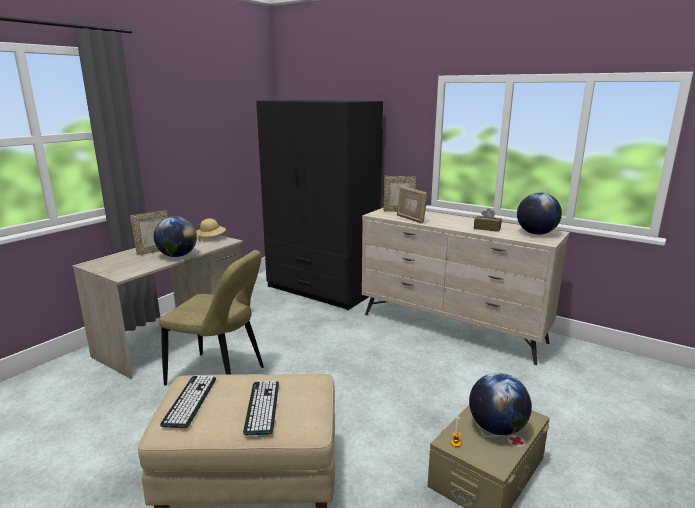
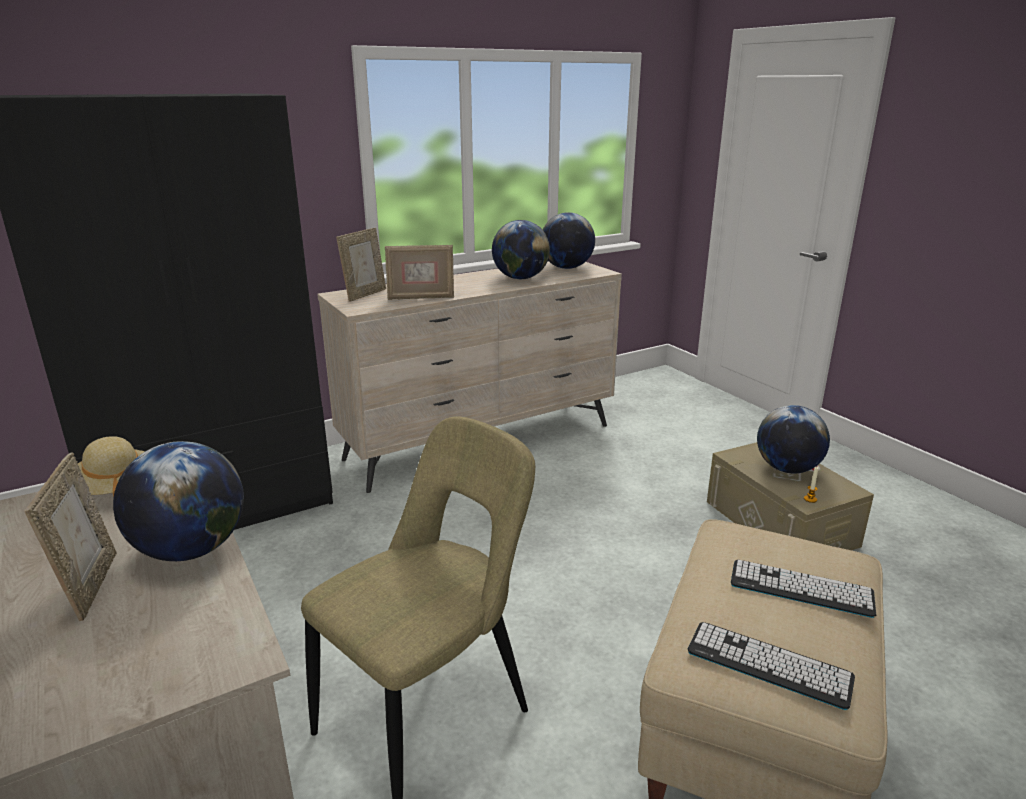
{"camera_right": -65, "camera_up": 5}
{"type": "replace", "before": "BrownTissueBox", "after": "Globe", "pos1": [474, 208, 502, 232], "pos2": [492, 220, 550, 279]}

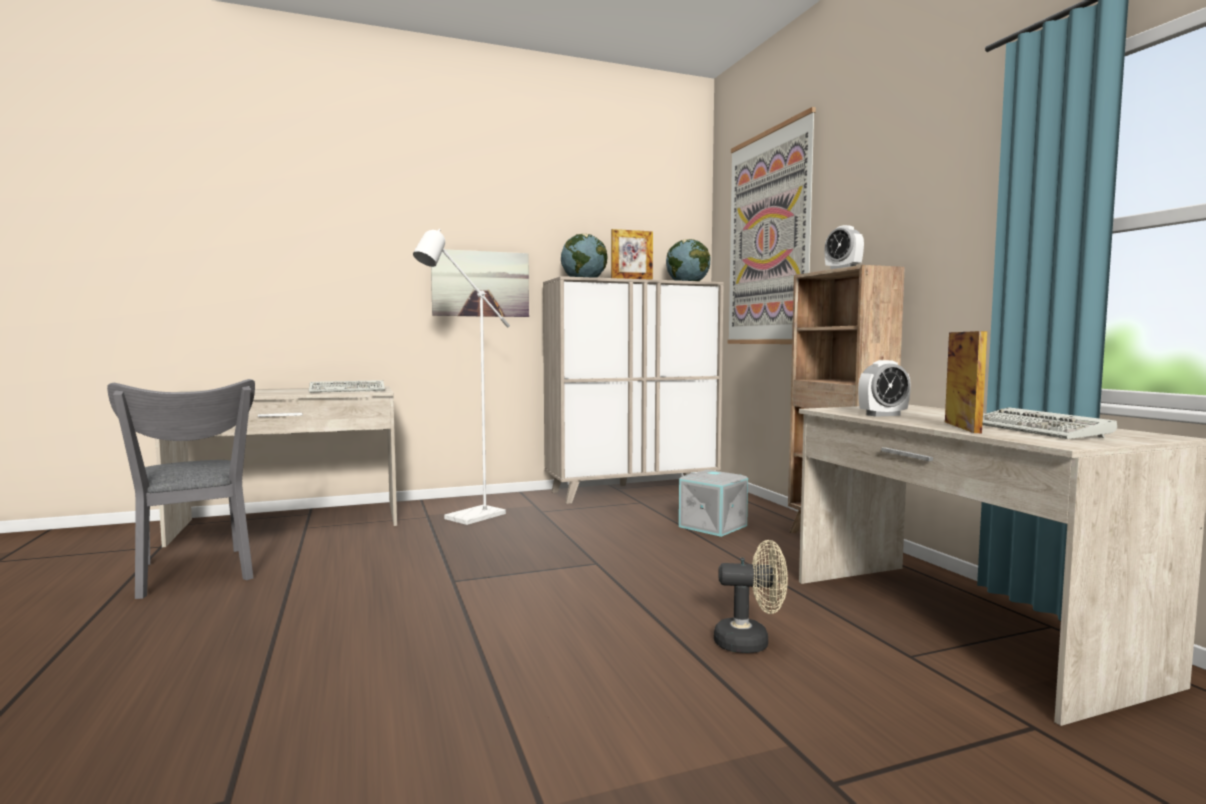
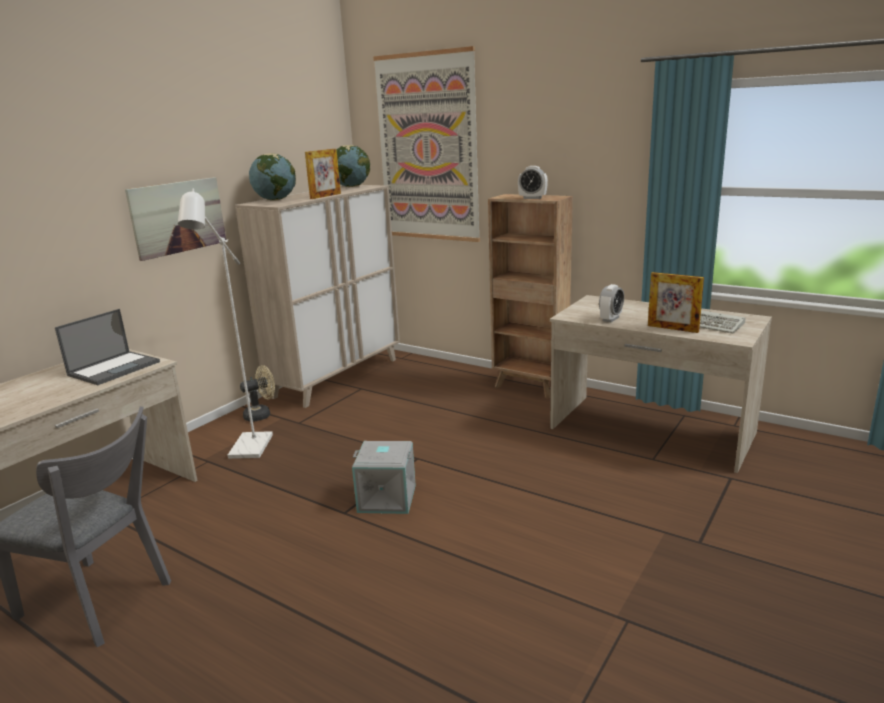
{"camera_right": -35, "camera_up": 15}
{"type": "rotate", "before": "PictureFrame", "pos1": [945, 331, 987, 433], "pos2": [648, 272, 704, 333], "turn": 150}
{"type": "replace", "before": "Keyboard", "after": "Laptop", "pos1": [309, 380, 385, 393], "pos2": [55, 309, 160, 385]}
{"type": "move", "before": "GreyStorageBox", "pos1": [679, 470, 748, 537], "pos2": [352, 441, 416, 514]}
{"type": "move", "before": "BeigeFan", "pos1": [714, 540, 788, 653], "pos2": [240, 365, 275, 422]}

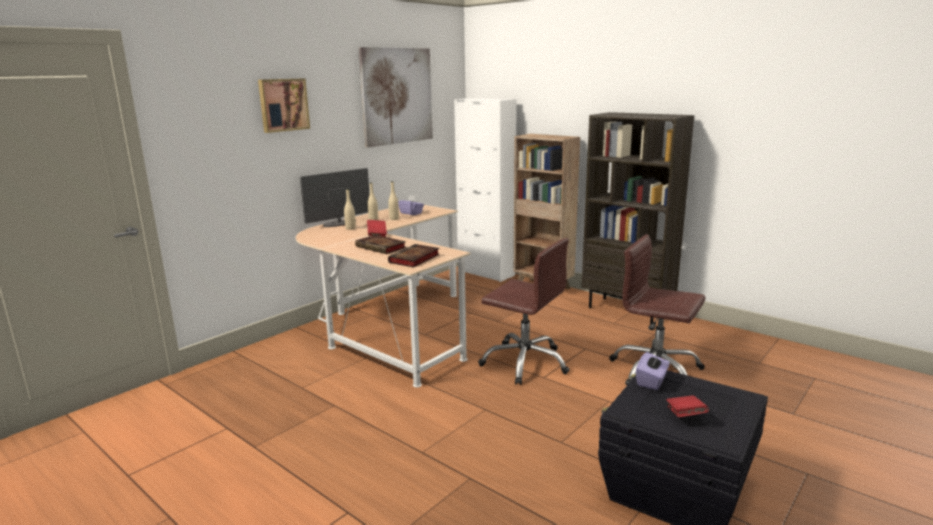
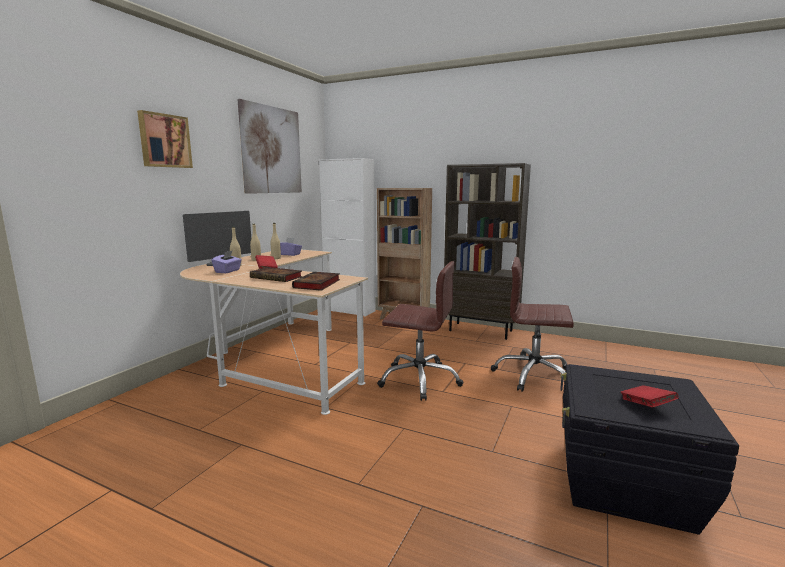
{"camera_right": -15, "camera_up": -5}
{"type": "move", "before": "PurpleTissueBox", "pos1": [636, 352, 670, 390], "pos2": [211, 250, 242, 273]}

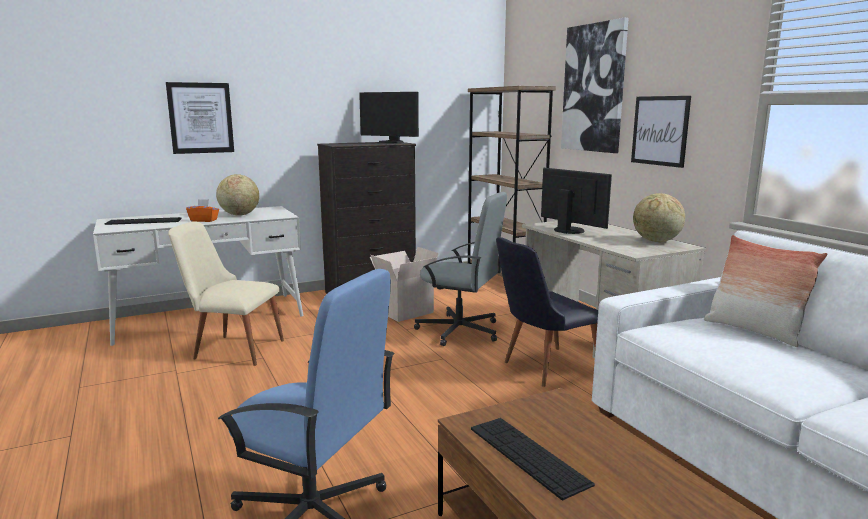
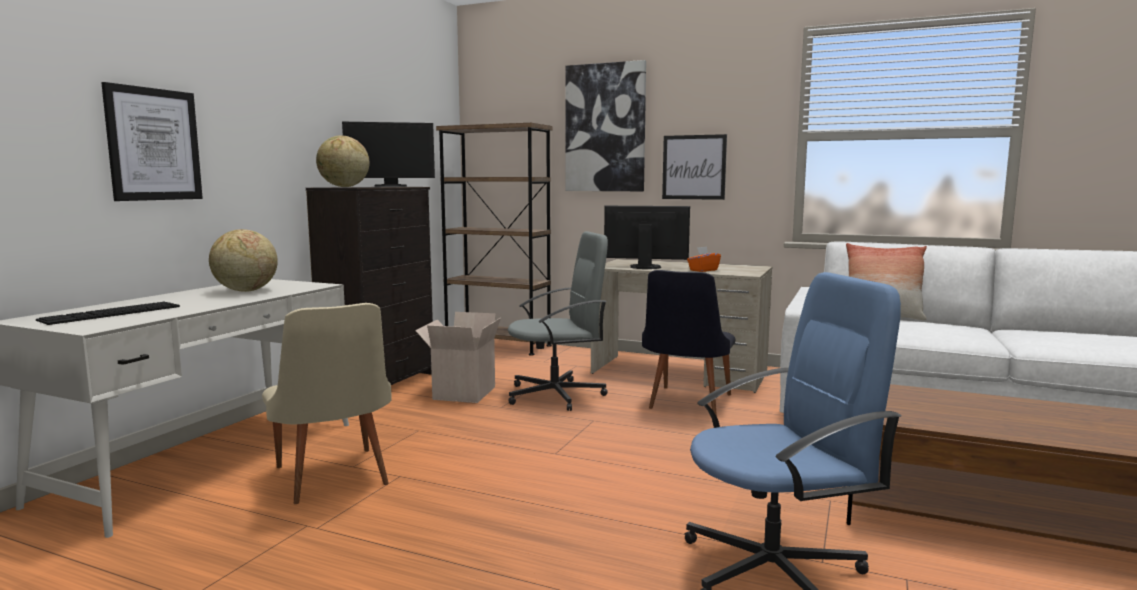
{"camera_right": -40, "camera_up": -5}
{"type": "move", "before": "Globe", "pos1": [633, 193, 685, 242], "pos2": [316, 135, 370, 187]}
{"type": "move", "before": "OrangeTissueBox", "pos1": [186, 199, 219, 222], "pos2": [687, 246, 721, 272]}
{"type": "rotate", "before": "BeigeChair", "pos1": [168, 221, 284, 366], "pos2": [262, 303, 391, 504], "turn": -90}
{"type": "delete", "before": "Keyboard", "pos1": [471, 418, 595, 500]}

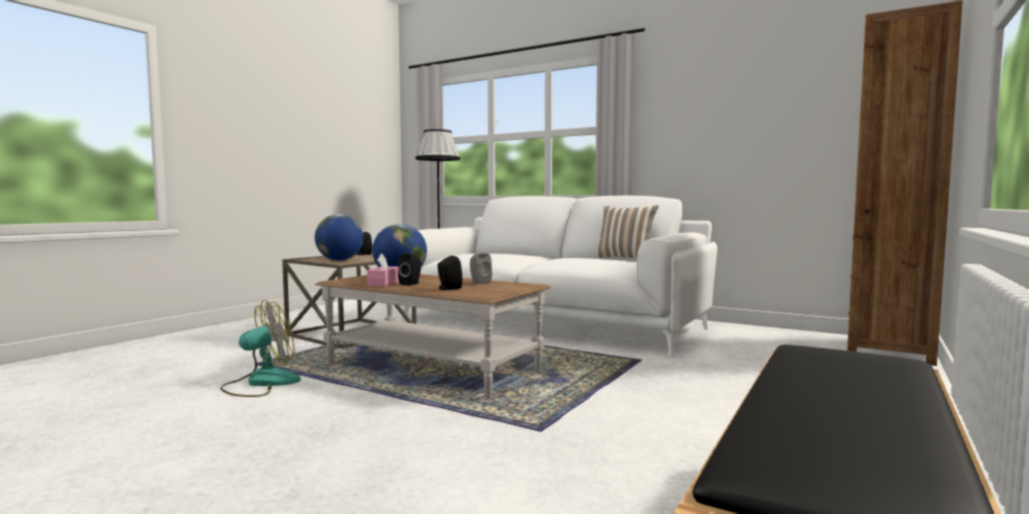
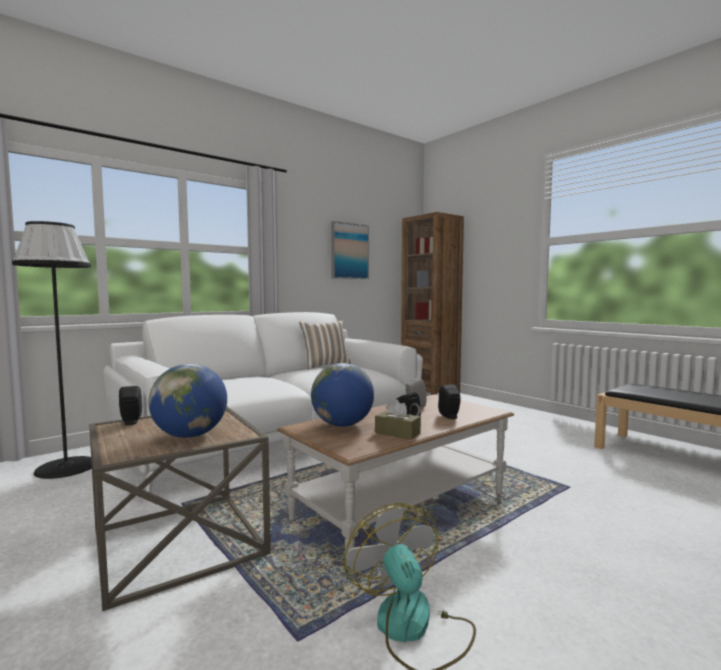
{"camera_right": -70, "camera_up": 0}
{"type": "recolor", "before": "PinkTissueBox", "after": "BrownTissueBox", "pos1": [367, 254, 399, 287], "pos2": [375, 399, 421, 440]}
{"type": "insert", "after": "Picture", "pos2": [331, 221, 369, 279]}

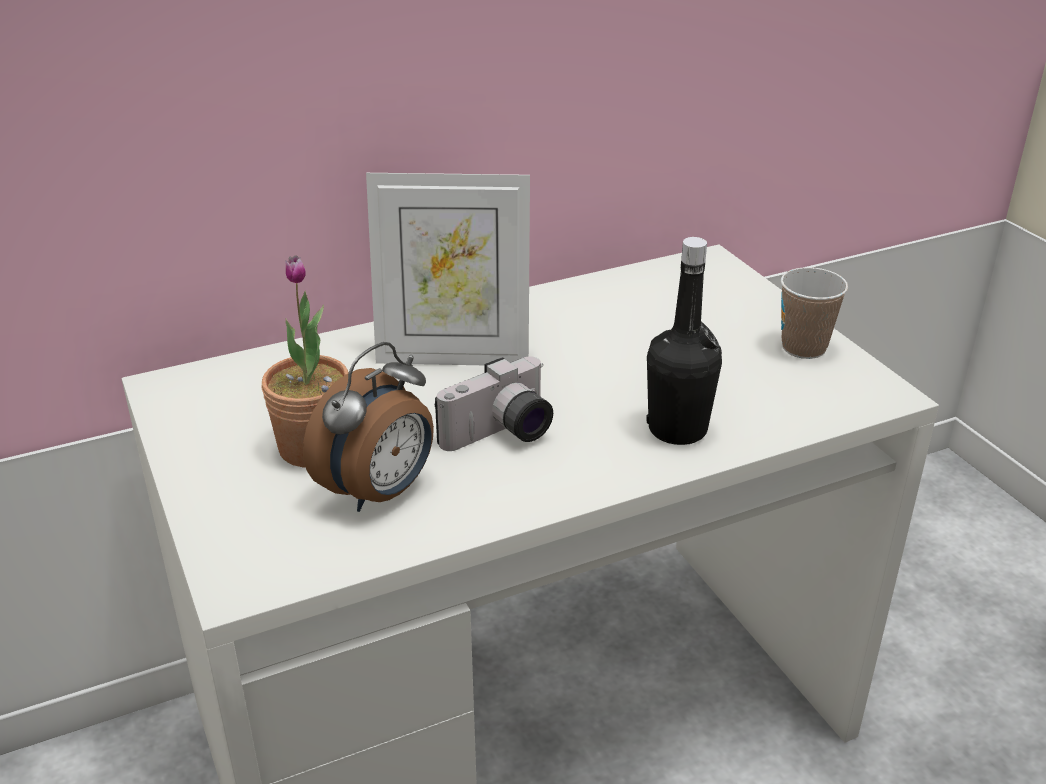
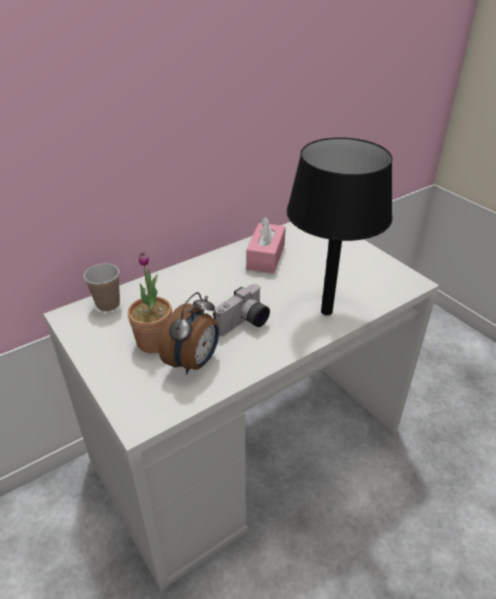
{"camera_right": -10, "camera_up": 5}
{"type": "delete", "before": "PictureFrame", "pos1": [366, 173, 530, 365]}
{"type": "replace", "before": "BlackBottle", "after": "BlackTableLamp", "pos1": [646, 237, 722, 445], "pos2": [287, 137, 393, 315]}
{"type": "move", "before": "Cup", "pos1": [781, 267, 848, 359], "pos2": [84, 263, 120, 312]}
{"type": "insert", "after": "PinkTissueBox", "pos2": [246, 216, 286, 274]}

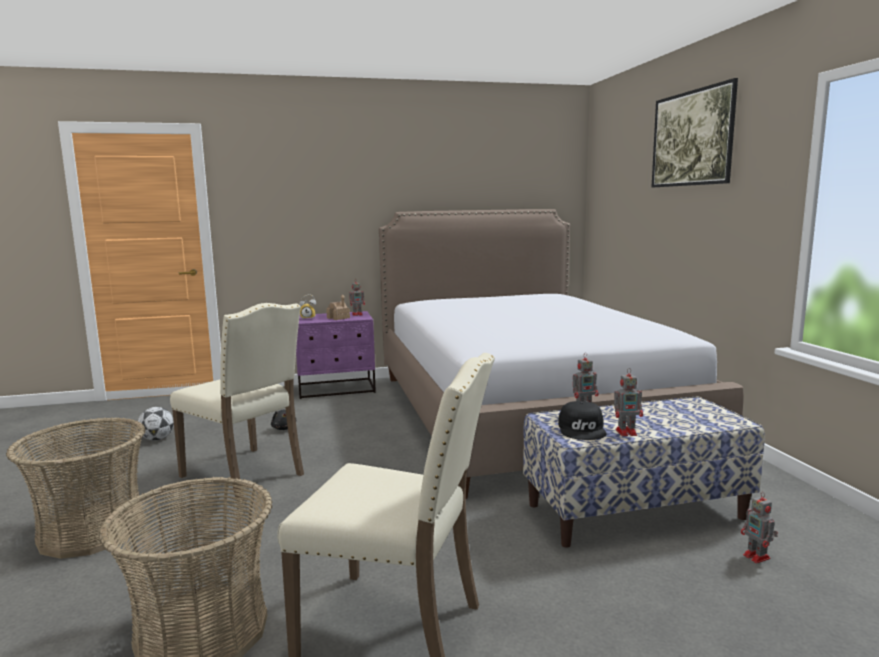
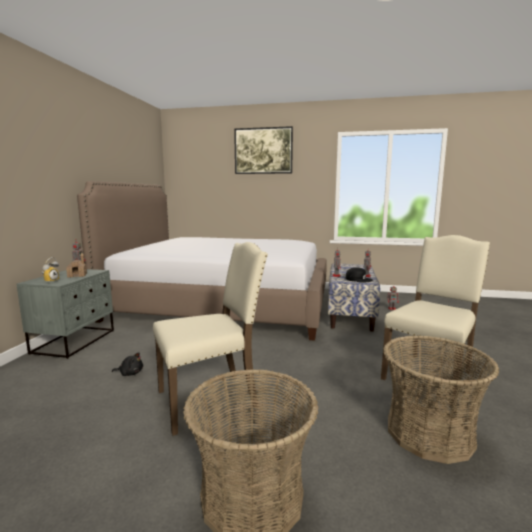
{"camera_right": -65, "camera_up": 0}
{"type": "recolor", "before": "PurpleNightstand", "after": "GreyNightstand", "pos1": [296, 311, 376, 399], "pos2": [16, 269, 114, 359]}
{"type": "delete", "before": "Football", "pos1": [137, 407, 174, 441]}

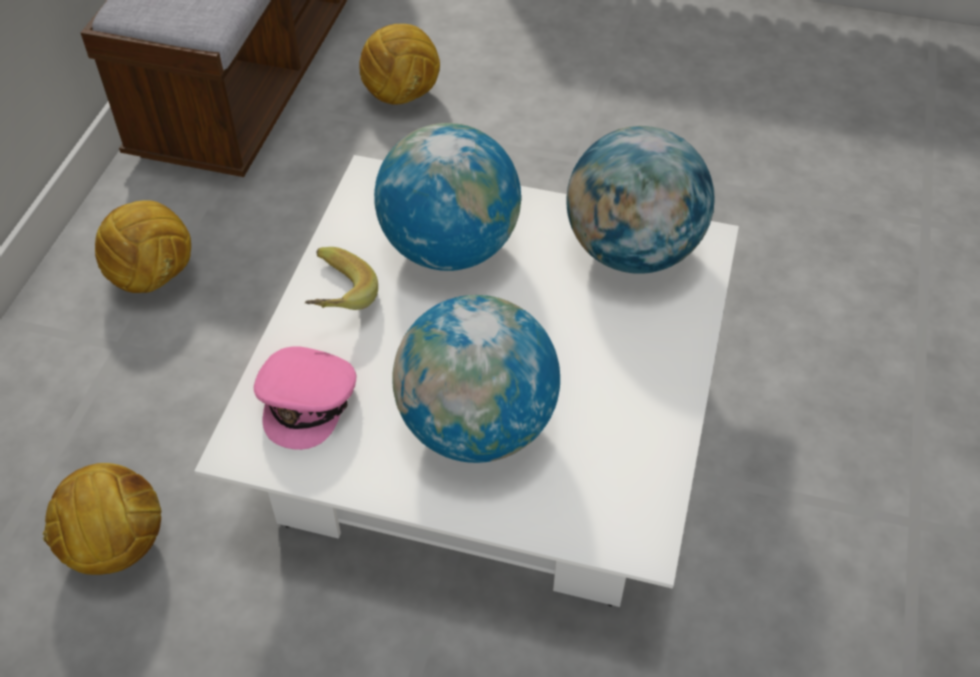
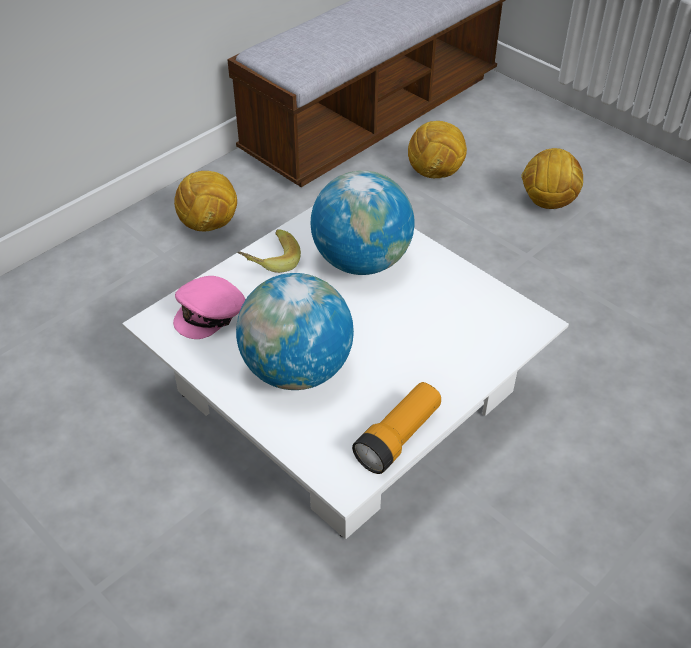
{"camera_right": 30, "camera_up": -5}
{"type": "delete", "before": "Globe", "pos1": [566, 126, 715, 274]}
{"type": "move", "before": "Football", "pos1": [43, 463, 161, 575], "pos2": [521, 148, 583, 209]}
{"type": "insert", "after": "Flashlight", "pos2": [352, 382, 441, 474]}

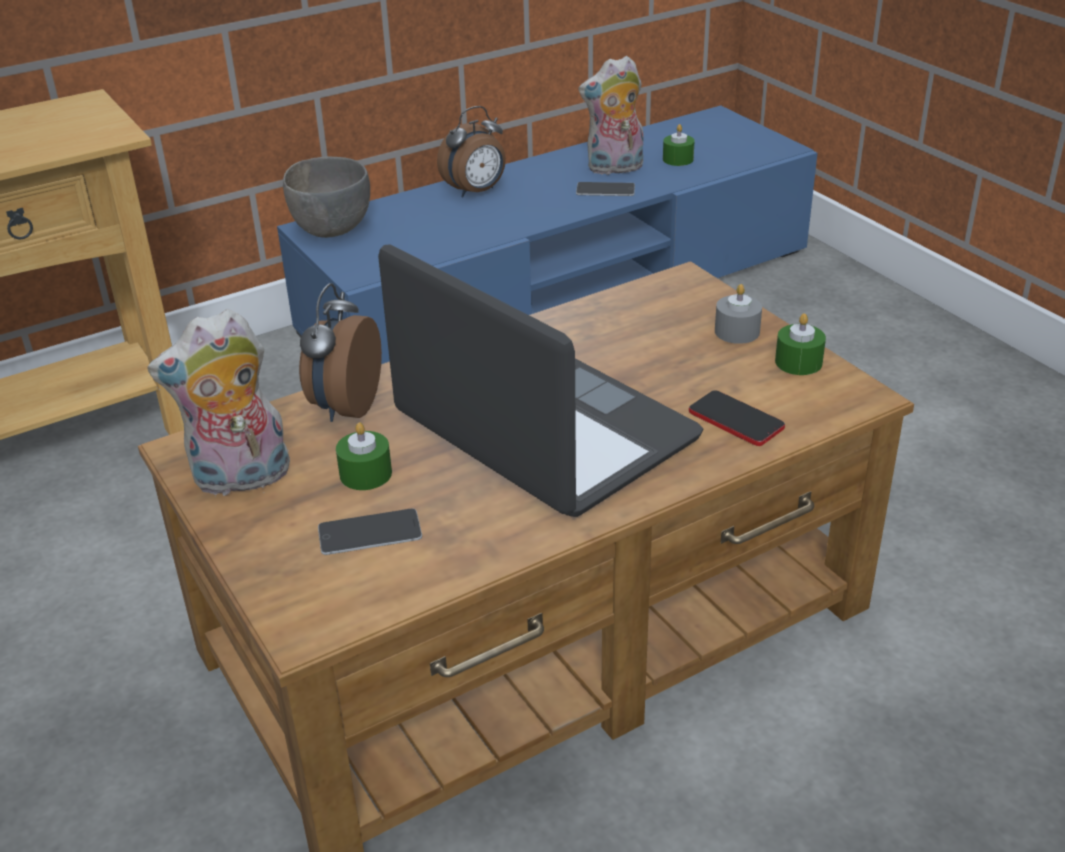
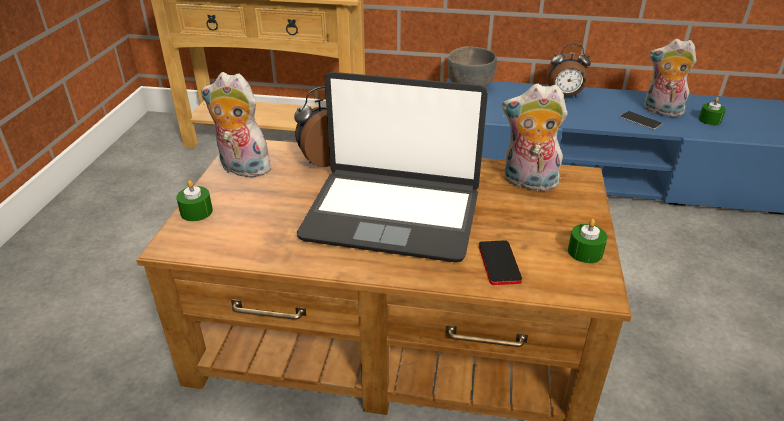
{"camera_right": 40, "camera_up": 0}
{"type": "rotate", "before": "Laptop", "pos1": [378, 244, 703, 517], "pos2": [297, 72, 488, 262], "turn": 105}
{"type": "delete", "before": "GreyCandle", "pos1": [715, 284, 762, 344]}
{"type": "move", "before": "GreenCandle", "pos1": [336, 422, 392, 490], "pos2": [176, 180, 213, 221]}
{"type": "delete", "before": "Phone", "pos1": [318, 508, 422, 555]}
{"type": "insert", "after": "PlushToy", "pos2": [502, 84, 567, 194]}

